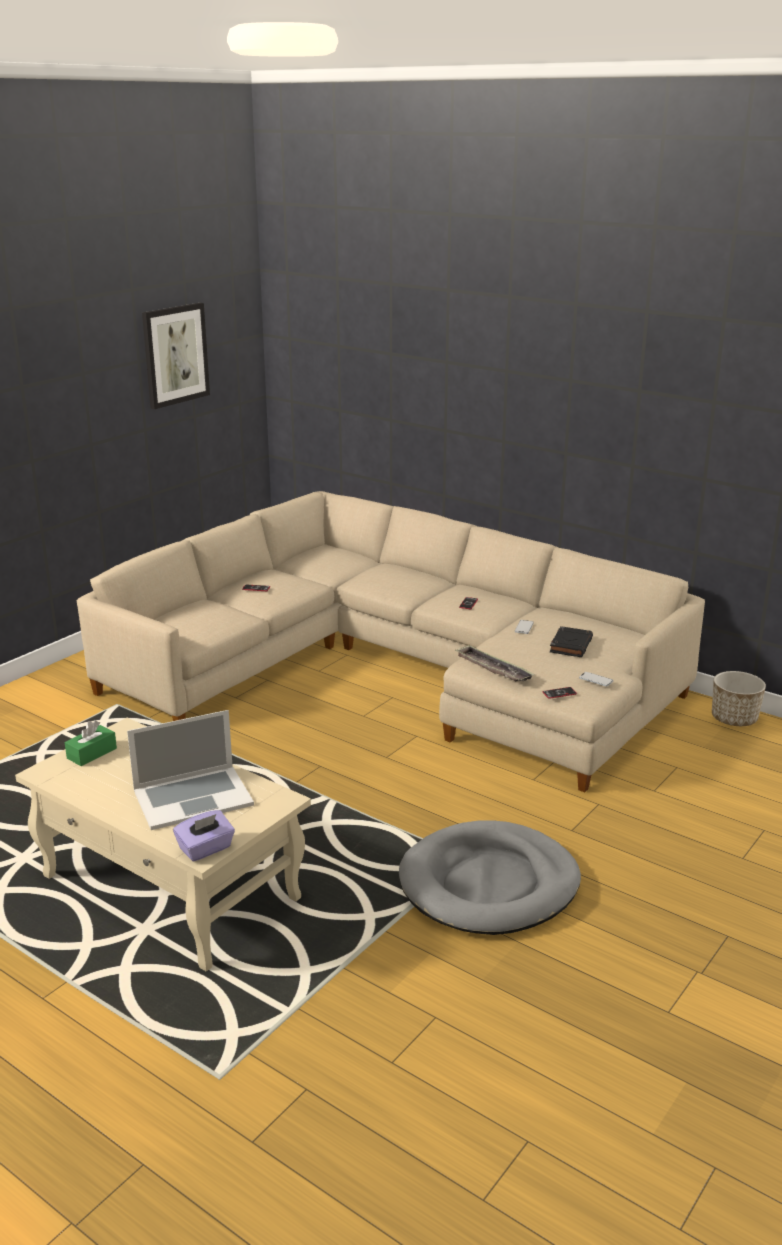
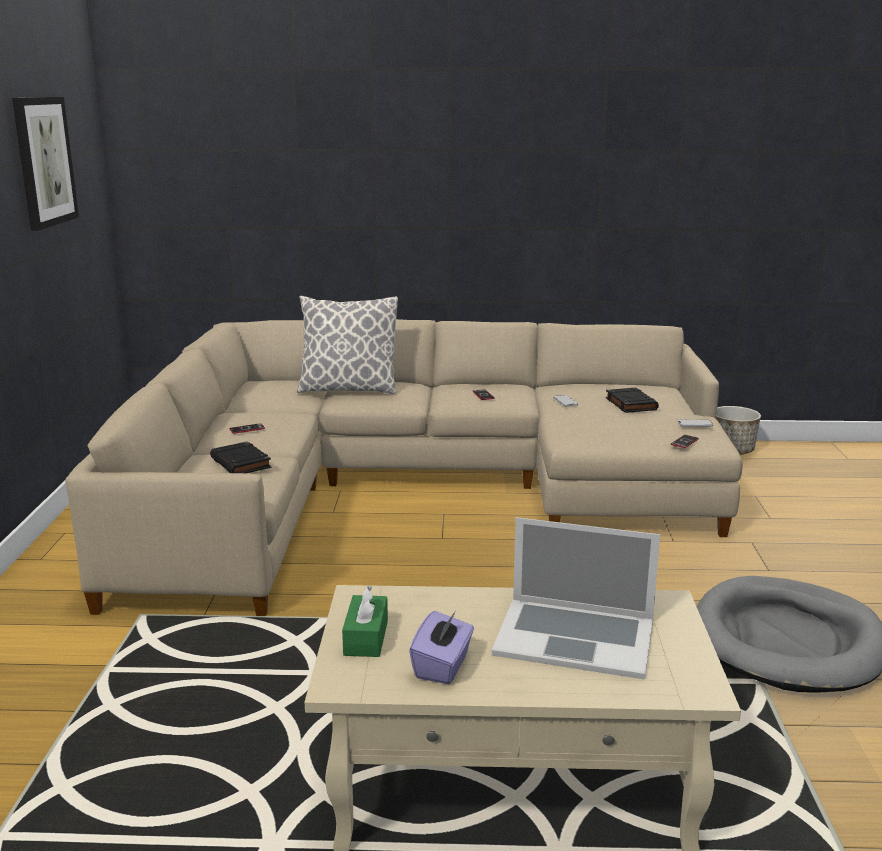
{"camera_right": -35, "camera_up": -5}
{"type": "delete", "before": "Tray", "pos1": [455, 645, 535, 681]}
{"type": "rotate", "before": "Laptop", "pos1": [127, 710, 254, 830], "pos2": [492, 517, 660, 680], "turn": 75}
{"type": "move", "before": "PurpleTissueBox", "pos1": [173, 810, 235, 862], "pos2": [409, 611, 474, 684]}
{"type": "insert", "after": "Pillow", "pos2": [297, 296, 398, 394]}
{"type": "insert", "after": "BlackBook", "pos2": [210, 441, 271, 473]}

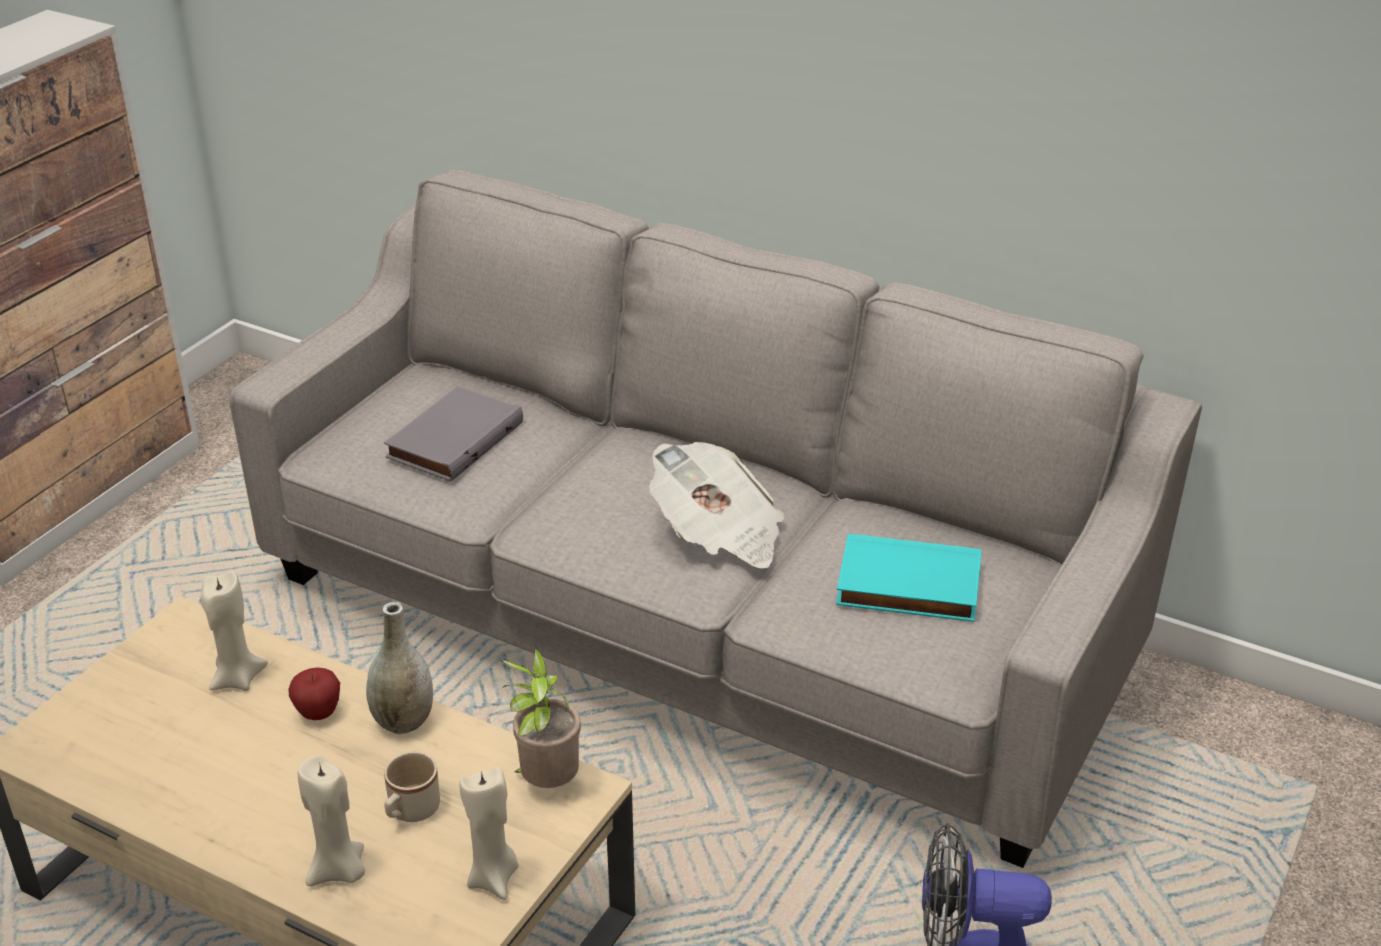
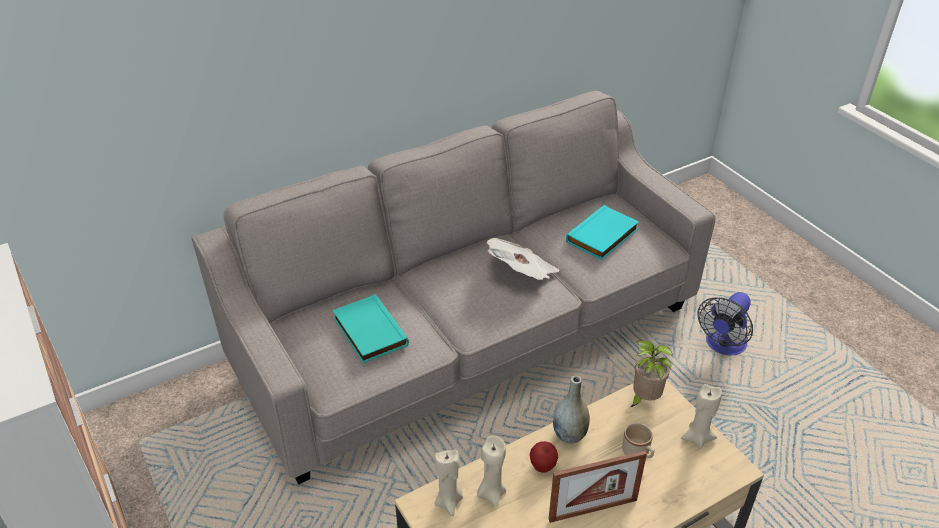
{"camera_right": -60, "camera_up": 5}
{"type": "recolor", "before": "GreyBook", "after": "TurquoiseBook", "pos1": [384, 386, 523, 482], "pos2": [333, 294, 409, 363]}
{"type": "move", "before": "BeigeCandle", "pos1": [298, 755, 365, 886], "pos2": [435, 450, 463, 517]}
{"type": "insert", "after": "PictureFrame", "pos2": [549, 451, 647, 523]}

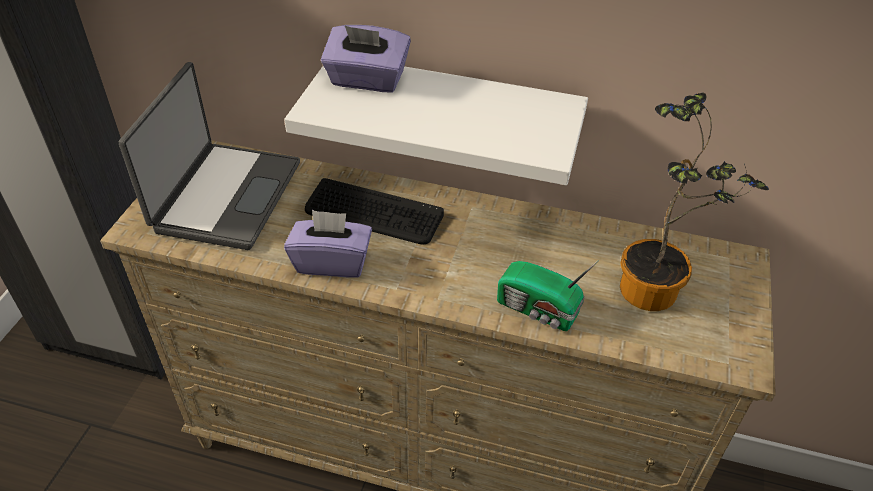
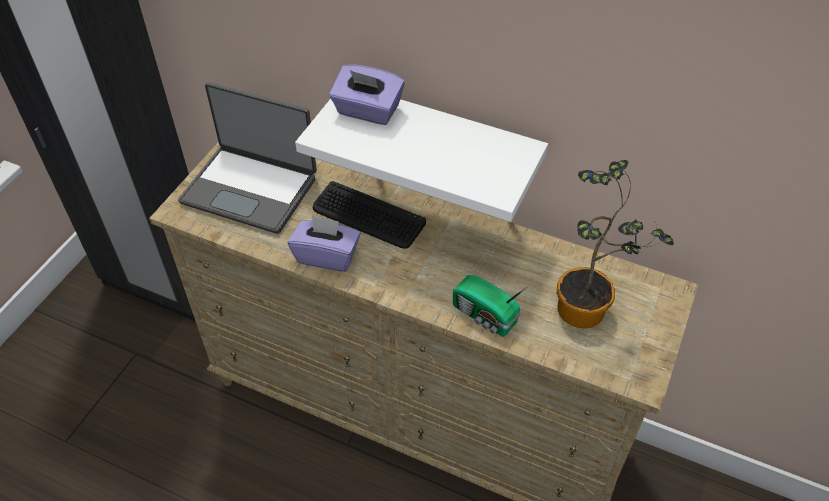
{"camera_right": 10, "camera_up": 5}
{"type": "rotate", "before": "Laptop", "pos1": [119, 62, 300, 250], "pos2": [178, 82, 317, 234], "turn": 90}

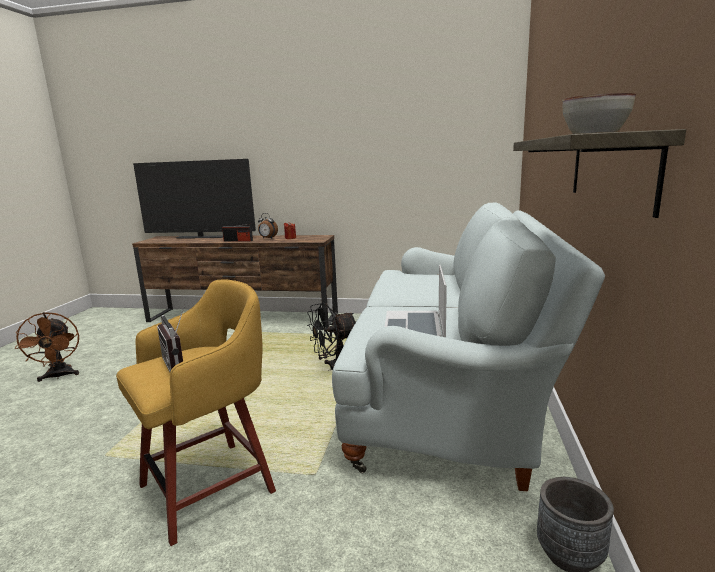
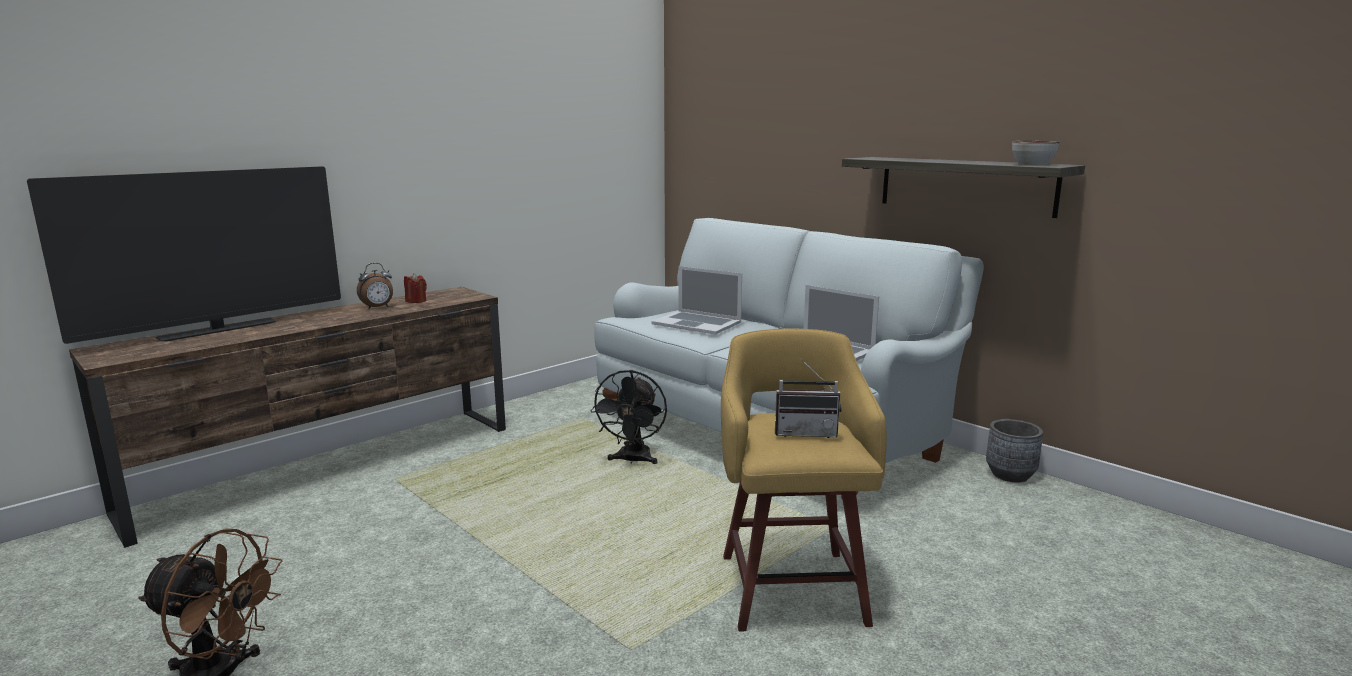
{"camera_right": -55, "camera_up": 0}
{"type": "delete", "before": "Radio", "pos1": [222, 224, 253, 242]}
{"type": "insert", "after": "Laptop", "pos2": [651, 266, 742, 335]}

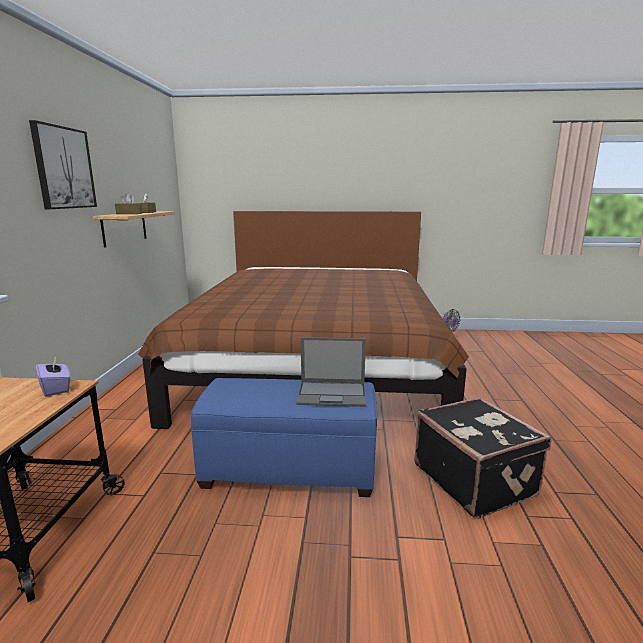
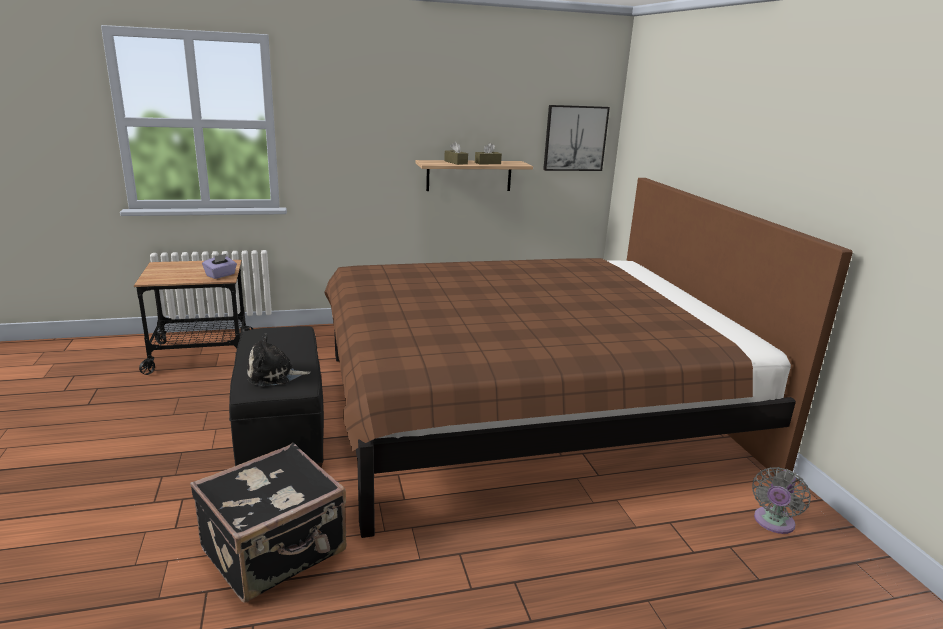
{"camera_right": 70, "camera_up": 5}
{"type": "move", "before": "Picture", "pos1": [29, 120, 97, 209], "pos2": [543, 105, 610, 171]}
{"type": "replace", "before": "Laptop", "after": "PlushToy", "pos1": [296, 337, 366, 407], "pos2": [247, 334, 311, 386]}
{"type": "recolor", "before": "BlueOttoman", "after": "BlackOttoman", "pos1": [191, 378, 377, 497], "pos2": [229, 326, 324, 468]}

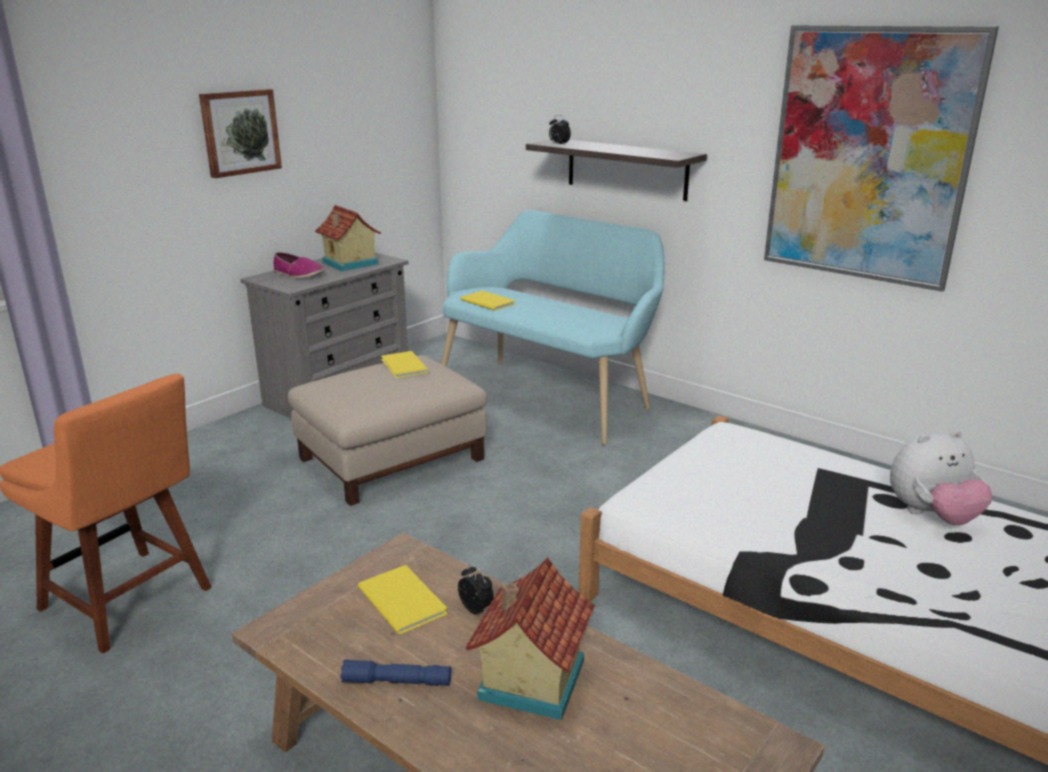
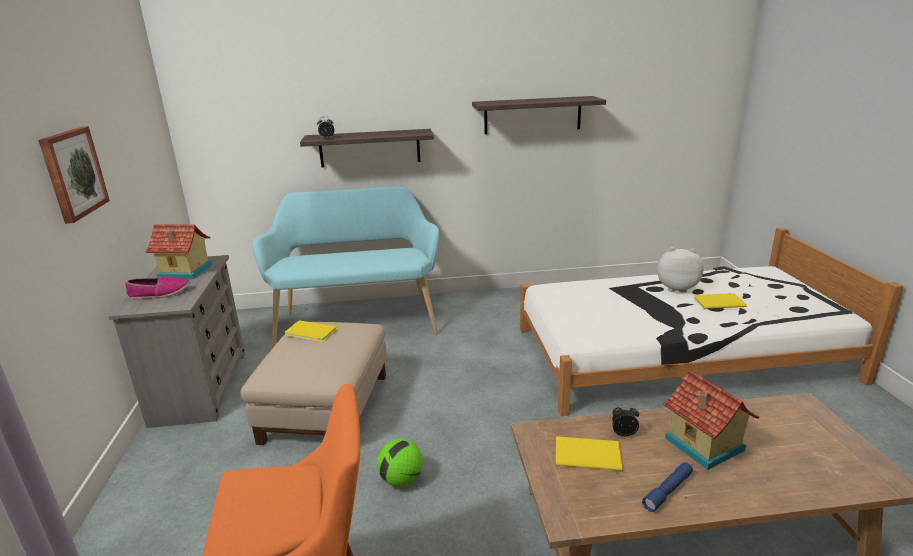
{"camera_right": -45, "camera_up": 0}
{"type": "replace", "before": "Picture", "after": "Shelf", "pos1": [764, 25, 999, 292], "pos2": [472, 96, 606, 134]}
{"type": "move", "before": "YellowBook", "pos1": [460, 291, 515, 311], "pos2": [694, 293, 747, 309]}
{"type": "rotate", "before": "PlushToy", "pos1": [890, 430, 993, 525], "pos2": [657, 247, 704, 293], "turn": -105}
{"type": "insert", "after": "Football", "pos2": [377, 439, 423, 487]}

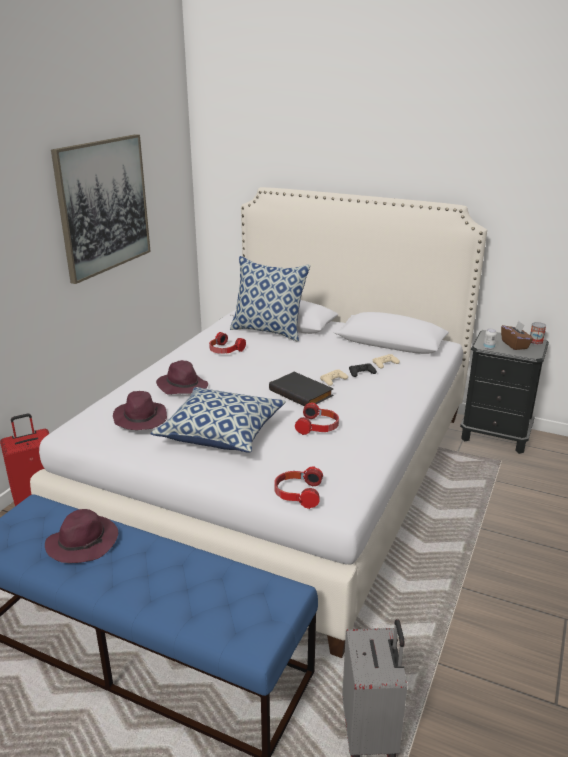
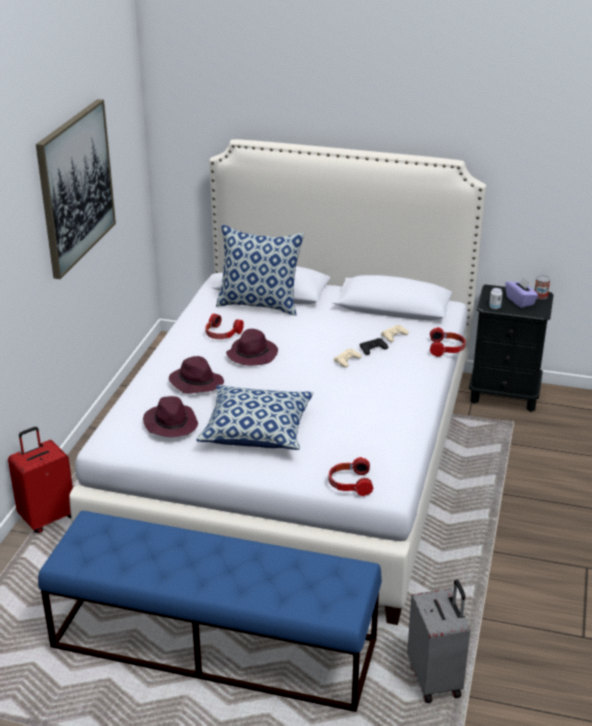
{"camera_right": -10, "camera_up": 5}
{"type": "recolor", "before": "BrownTissueBox", "after": "PurpleTissueBox", "pos1": [501, 321, 533, 350], "pos2": [505, 277, 538, 308]}
{"type": "delete", "before": "BlackBook", "pos1": [269, 372, 334, 406]}
{"type": "move", "before": "Headphones", "pos1": [295, 402, 339, 435], "pos2": [430, 327, 466, 357]}
{"type": "move", "before": "PurpleHat", "pos1": [45, 509, 118, 563], "pos2": [226, 329, 278, 366]}

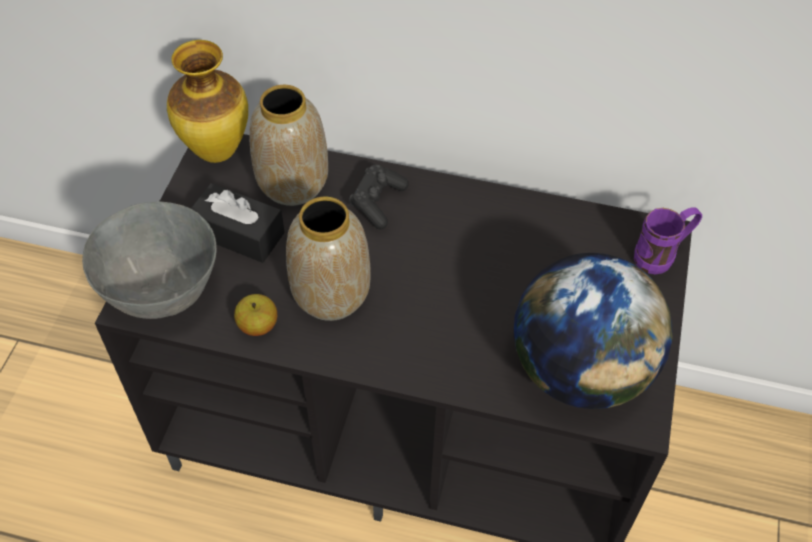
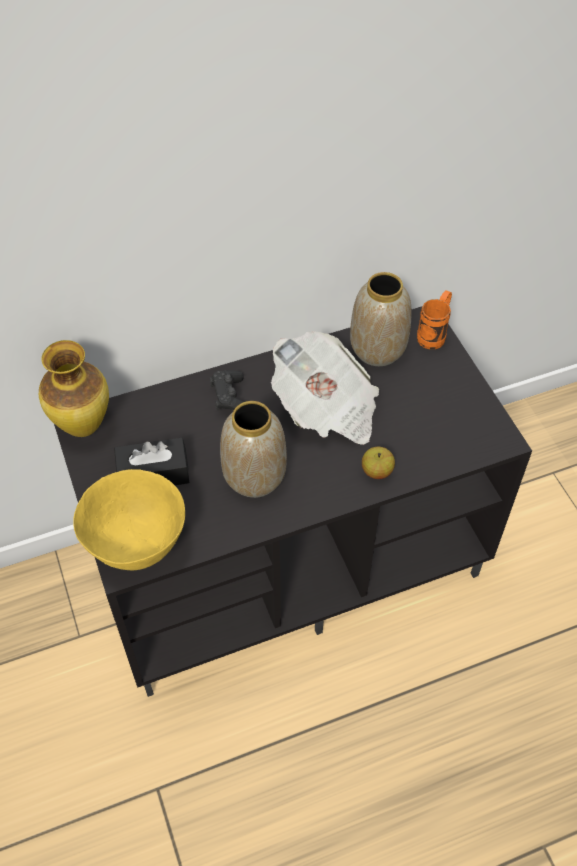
{"camera_right": -35, "camera_up": 0}
{"type": "move", "before": "Vase", "pos1": [249, 85, 328, 206], "pos2": [350, 272, 412, 366]}
{"type": "recolor", "before": "GreyBowl", "after": "YellowBowl", "pos1": [82, 201, 217, 319], "pos2": [73, 469, 185, 570]}
{"type": "recolor", "before": "PurpleMug", "after": "OrangeMug", "pos1": [634, 207, 702, 274], "pos2": [417, 290, 452, 350]}
{"type": "delete", "before": "Globe", "pos1": [514, 253, 673, 409]}
{"type": "move", "before": "Apple", "pos1": [234, 294, 277, 336], "pos2": [362, 447, 395, 479]}
{"type": "insert", "after": "Newspaper", "pos2": [271, 331, 379, 445]}

